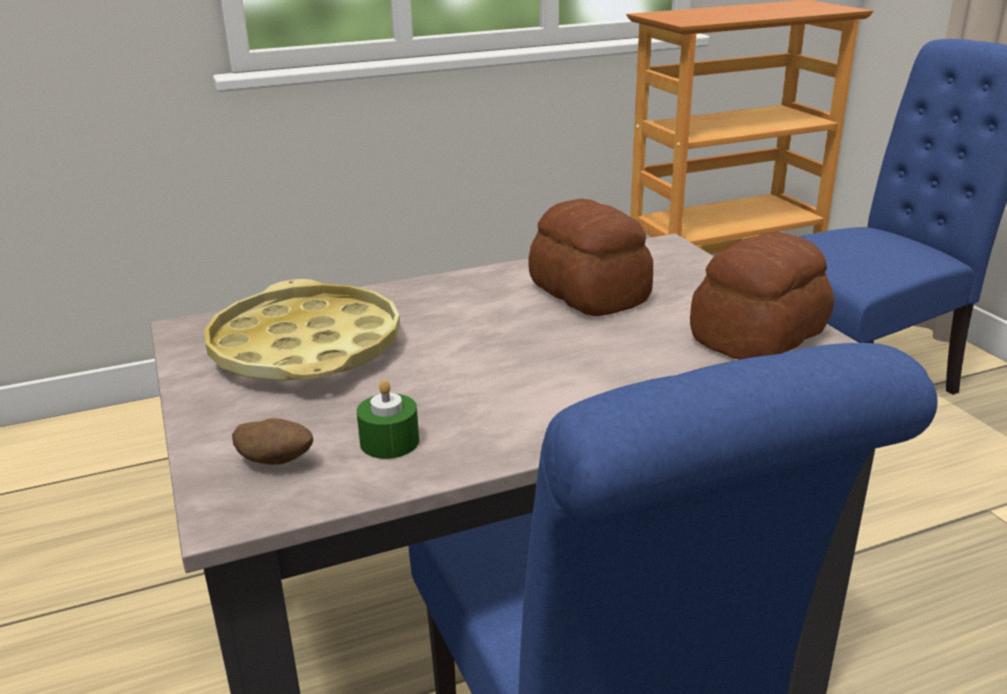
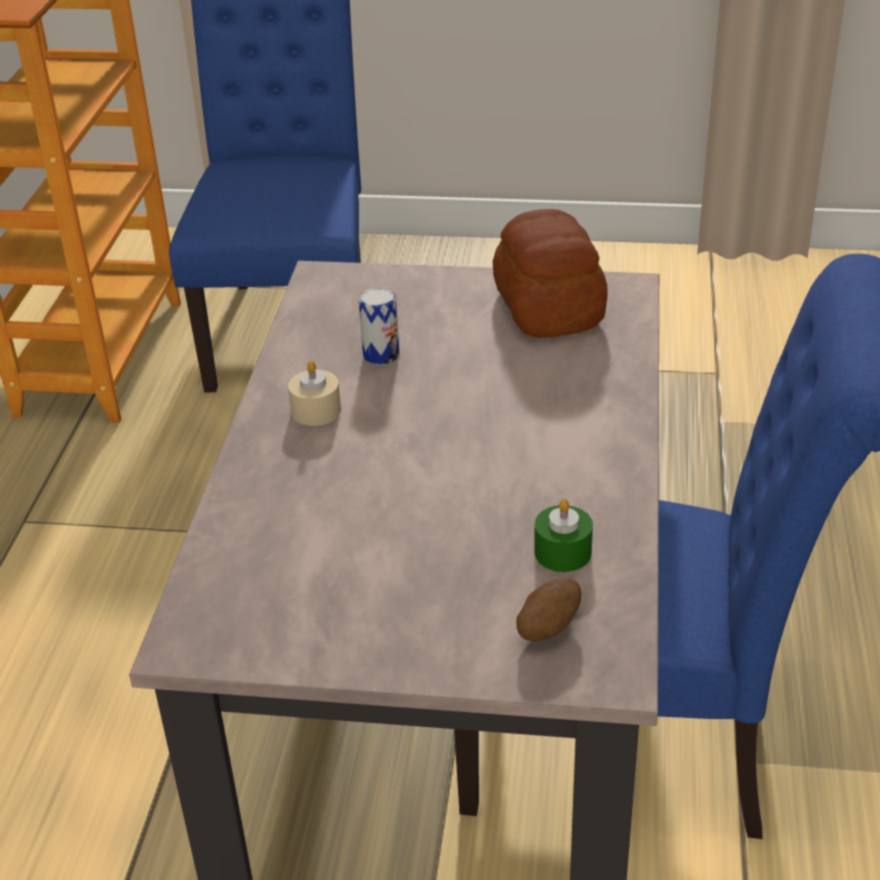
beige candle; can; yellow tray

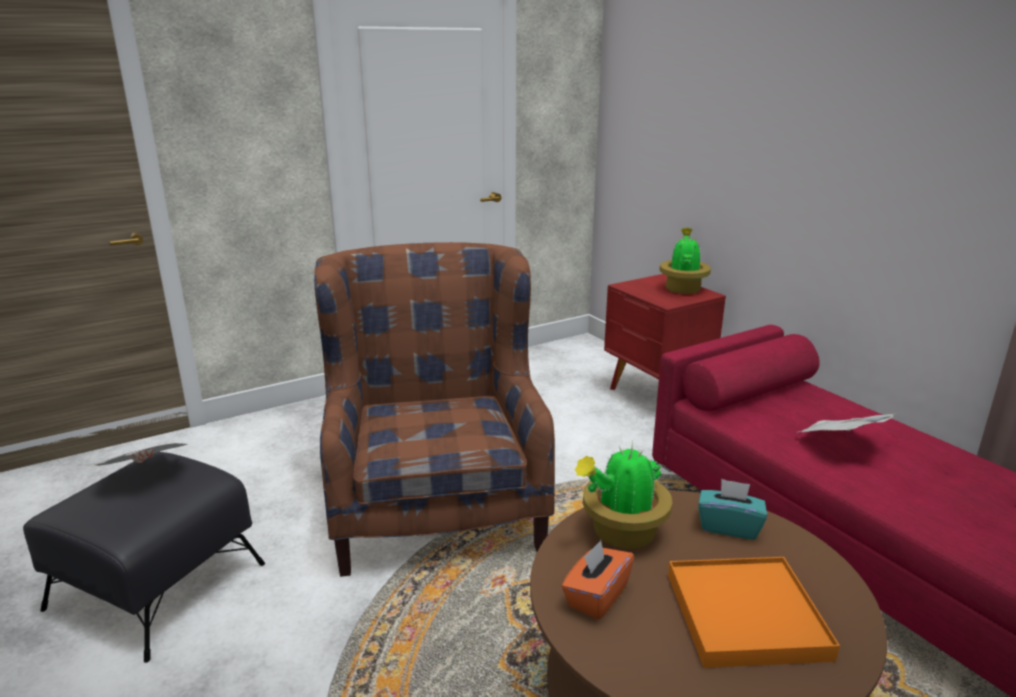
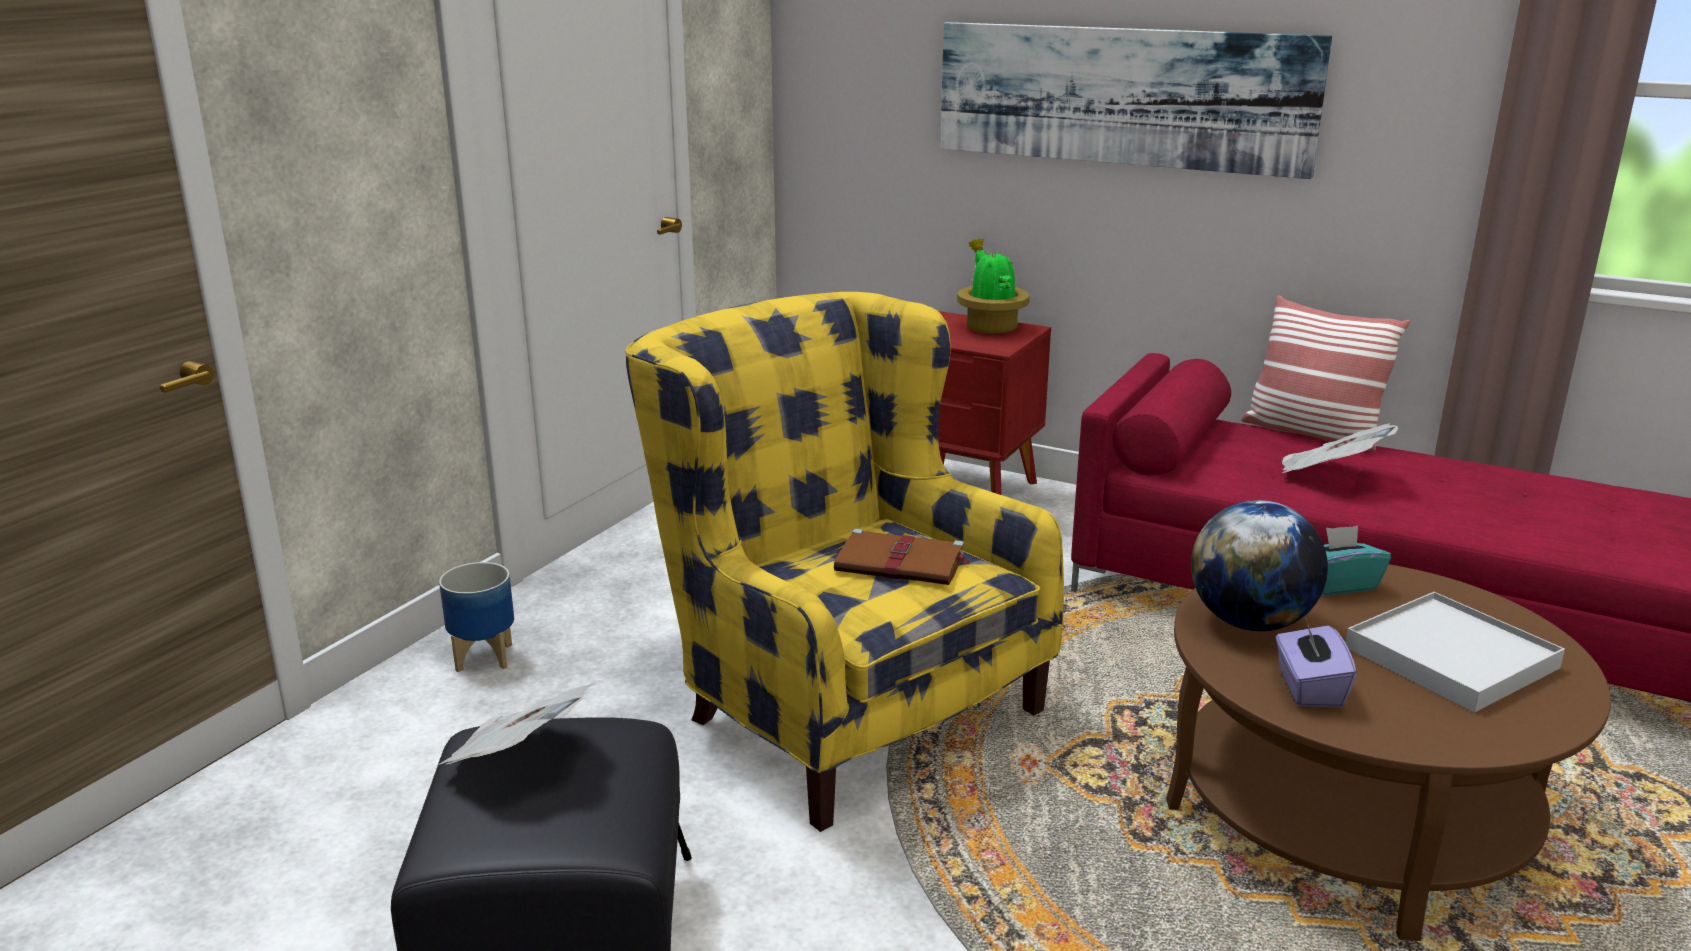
planter; yellow armchair; brown book; picture; globe; pillow; purple tissue box; white tray

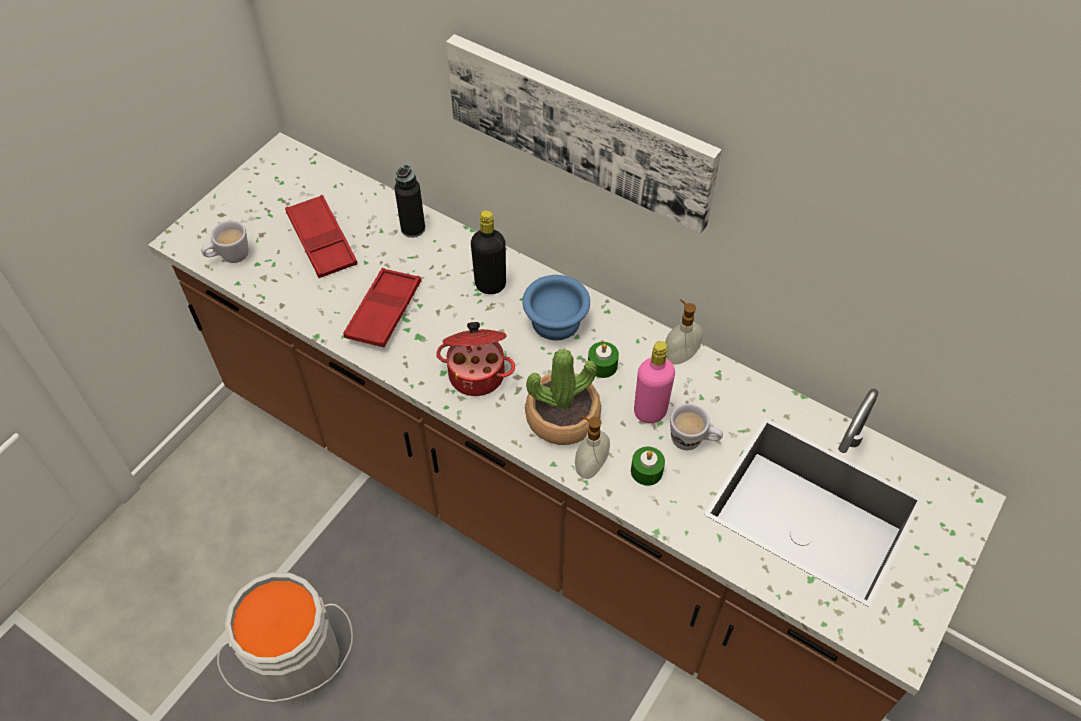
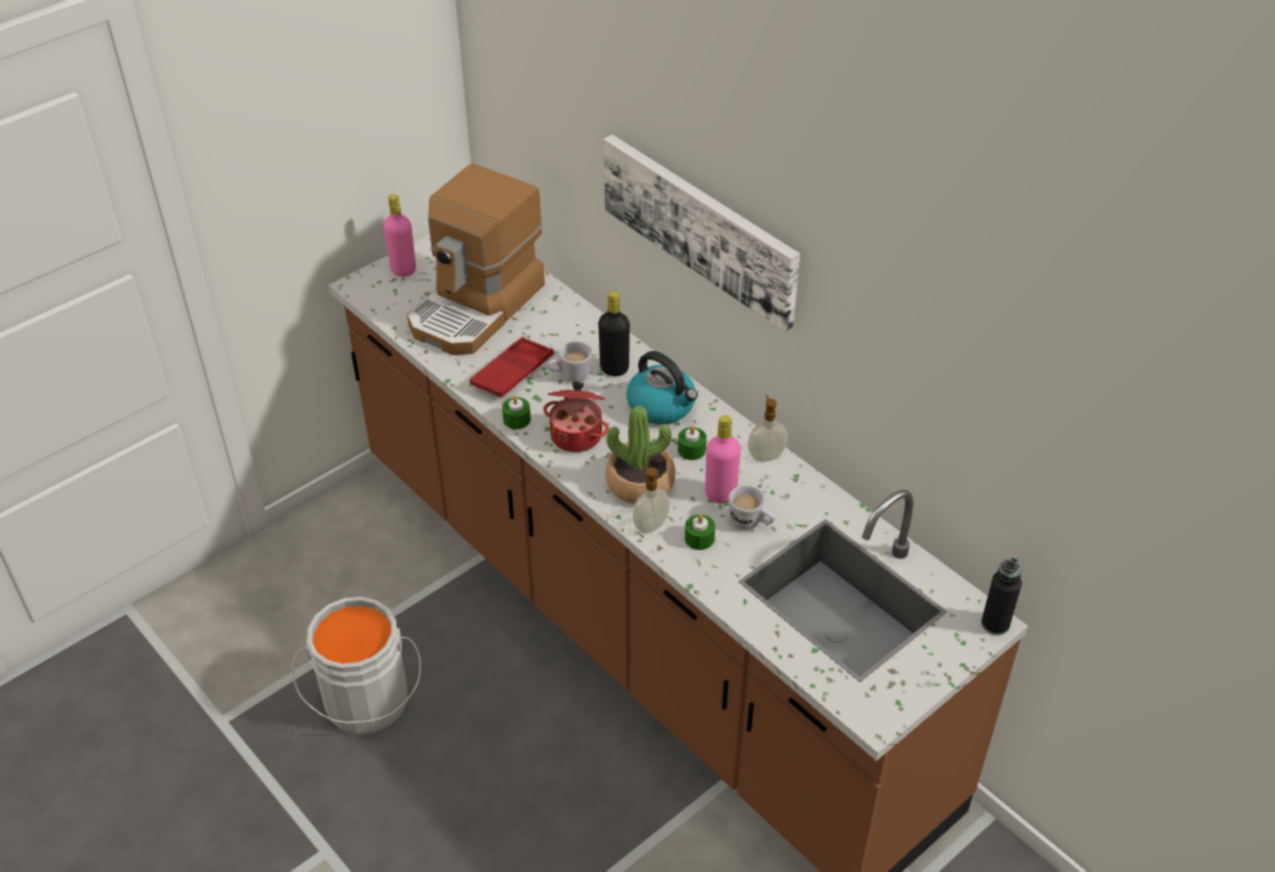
pink bottle (1st from left); coffee machine; green candle (1st from left); white mug (1st from left); kettle; black bottle (2nd from left)

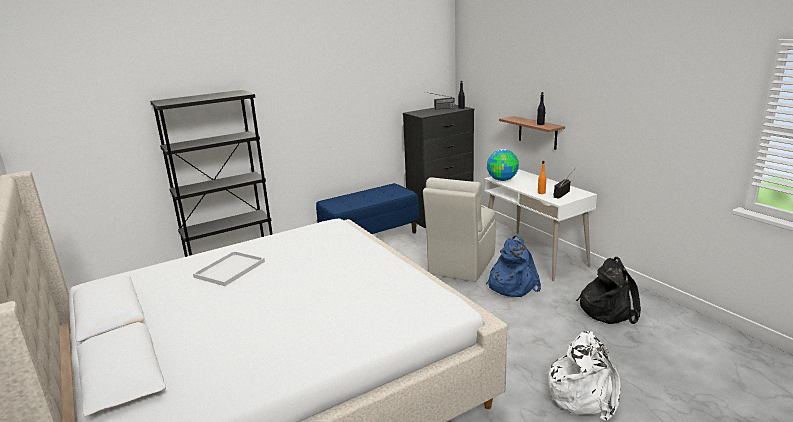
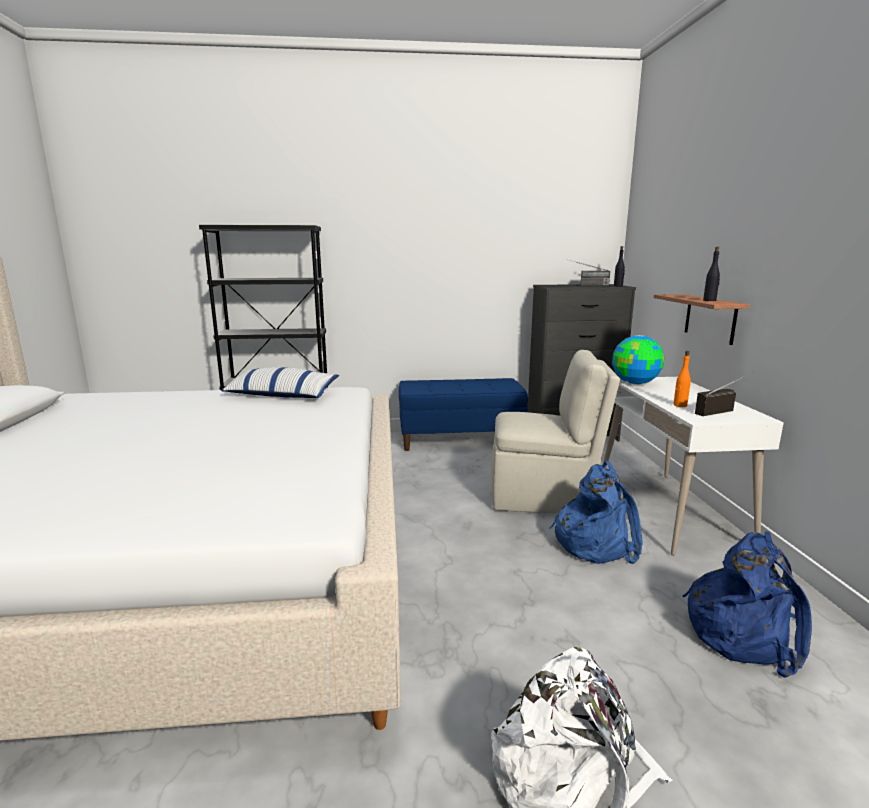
pillow; beige chair; blue backpack (2nd from left); white tray

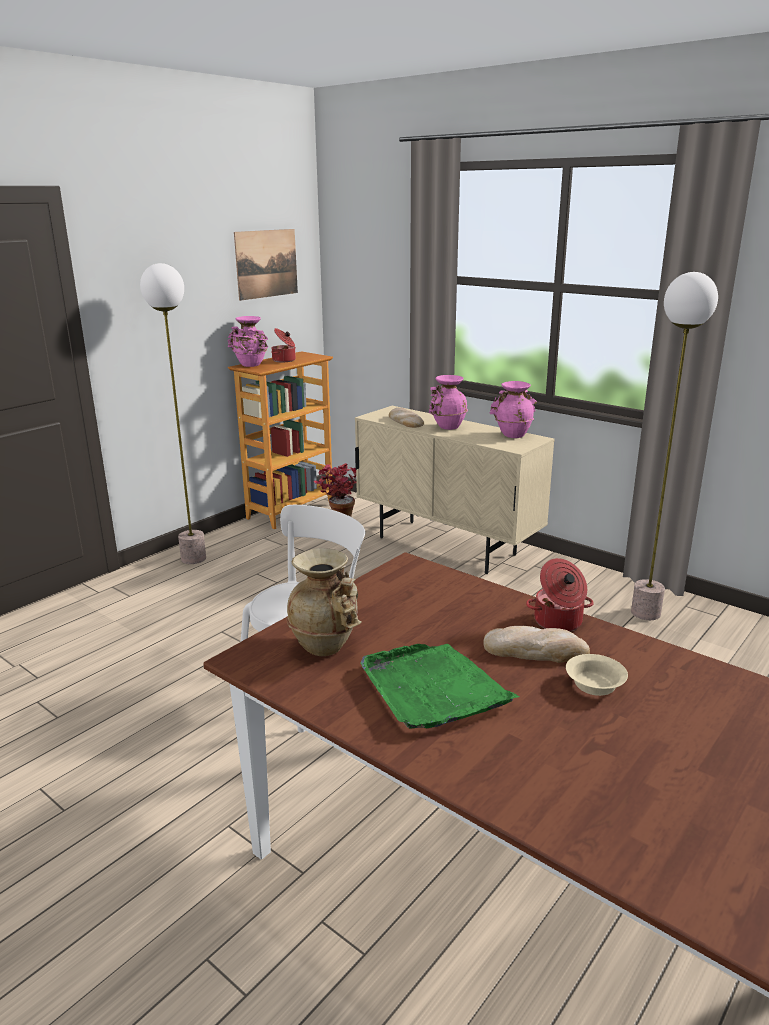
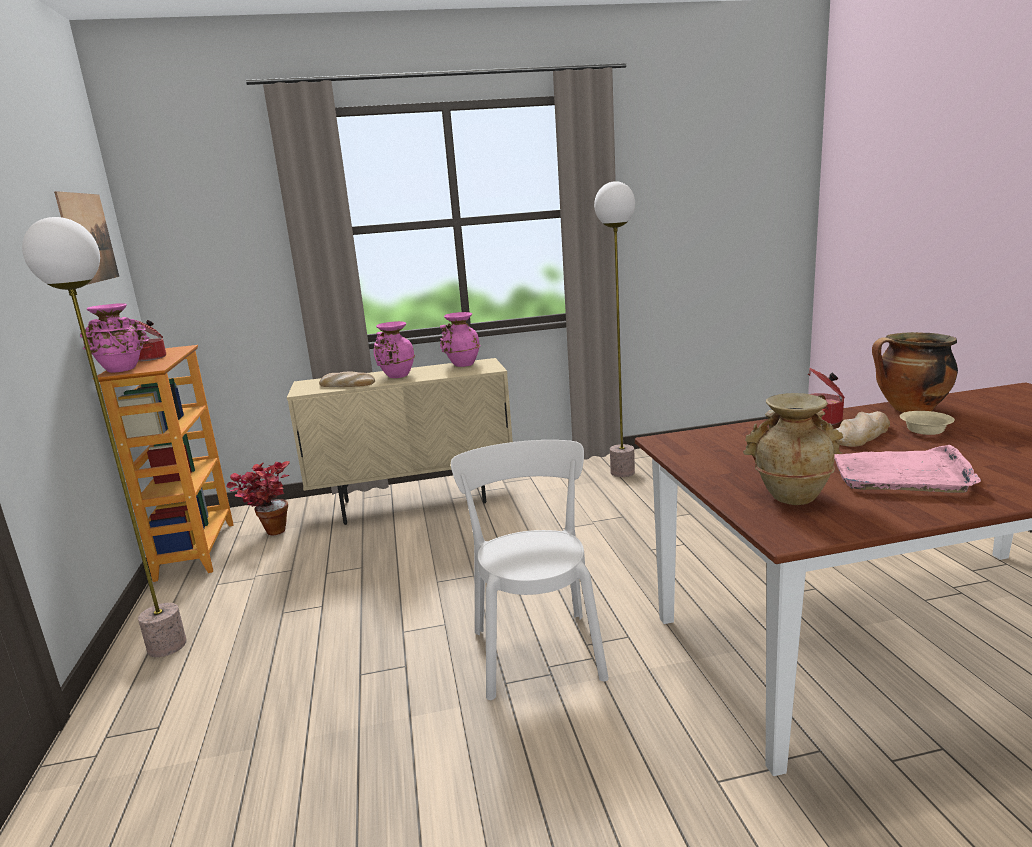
pink tray; cooking pot (3rd from left)

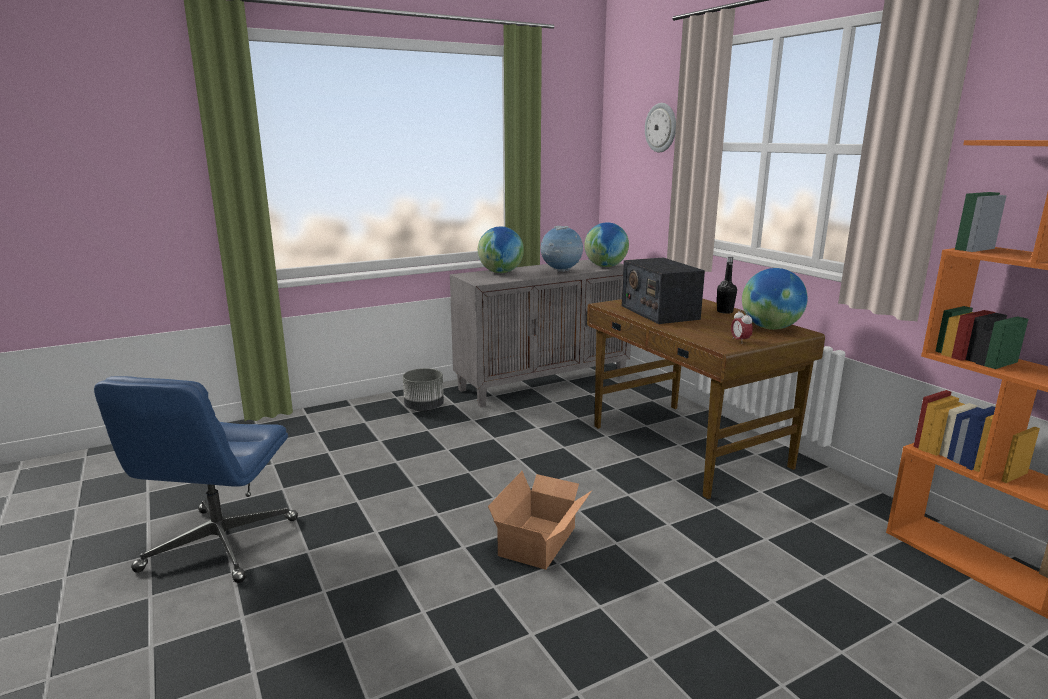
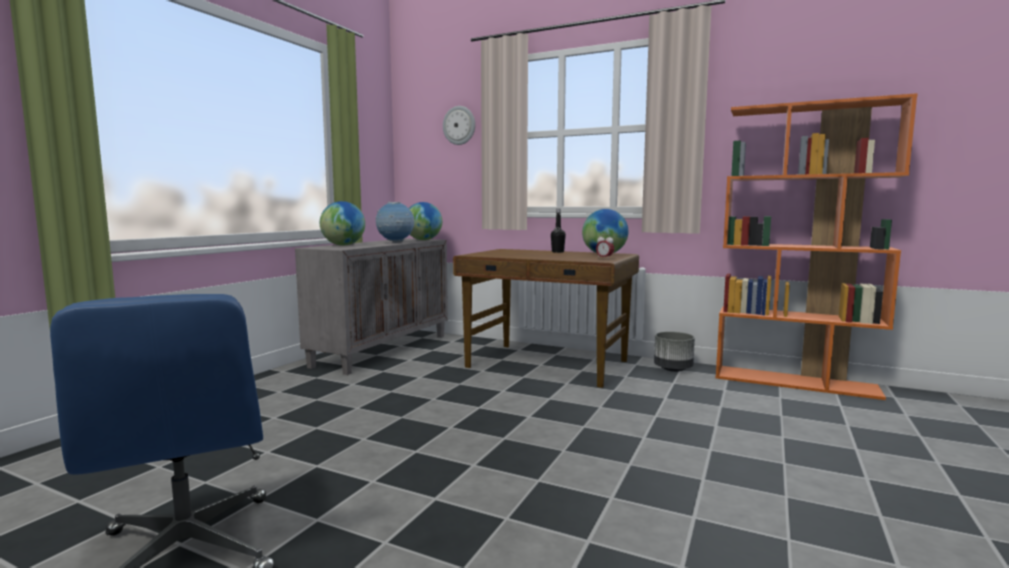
grey planter; cardboard box; radio

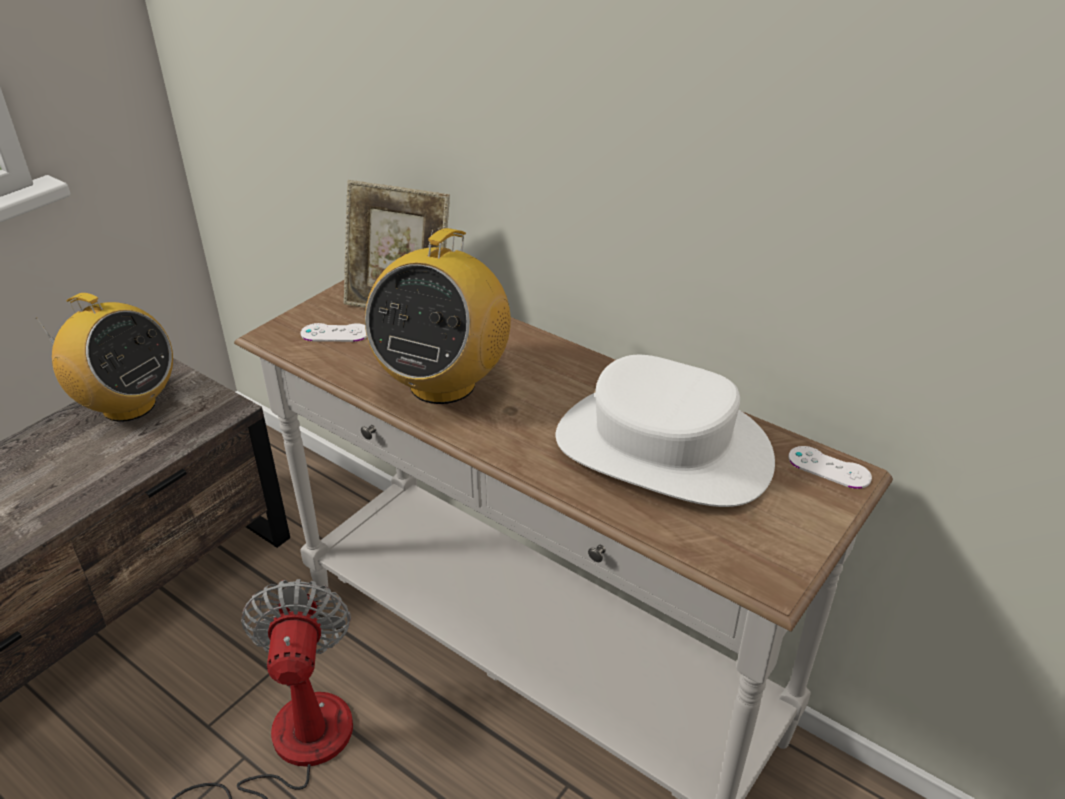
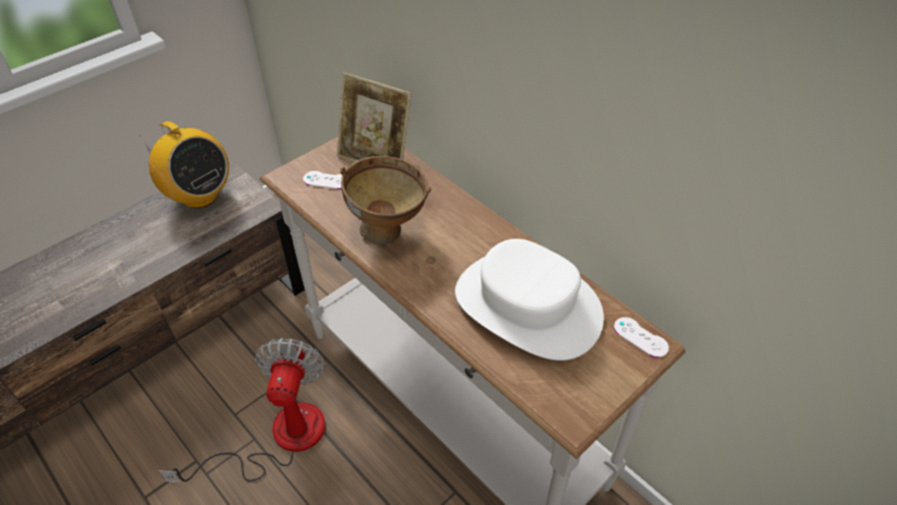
brown bowl

